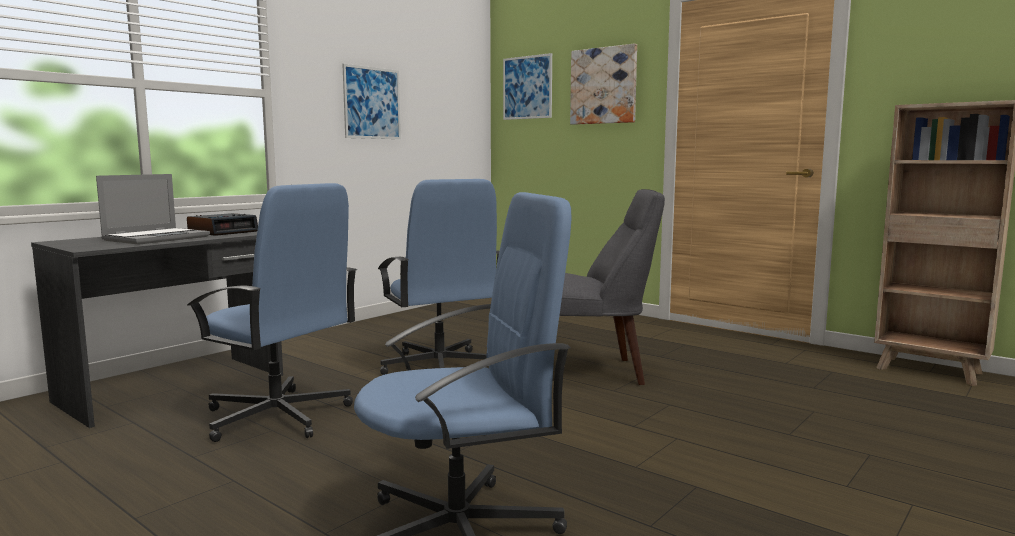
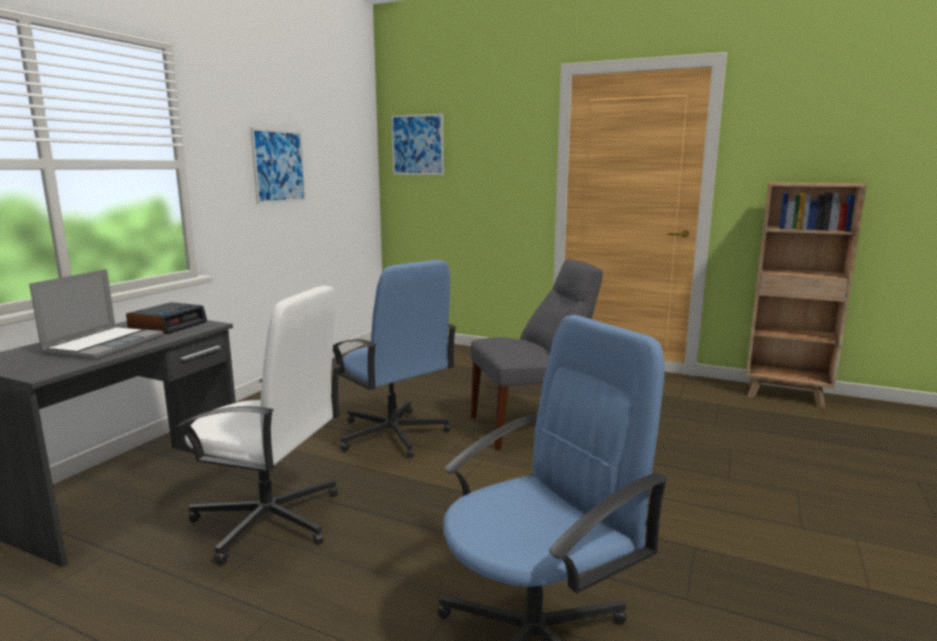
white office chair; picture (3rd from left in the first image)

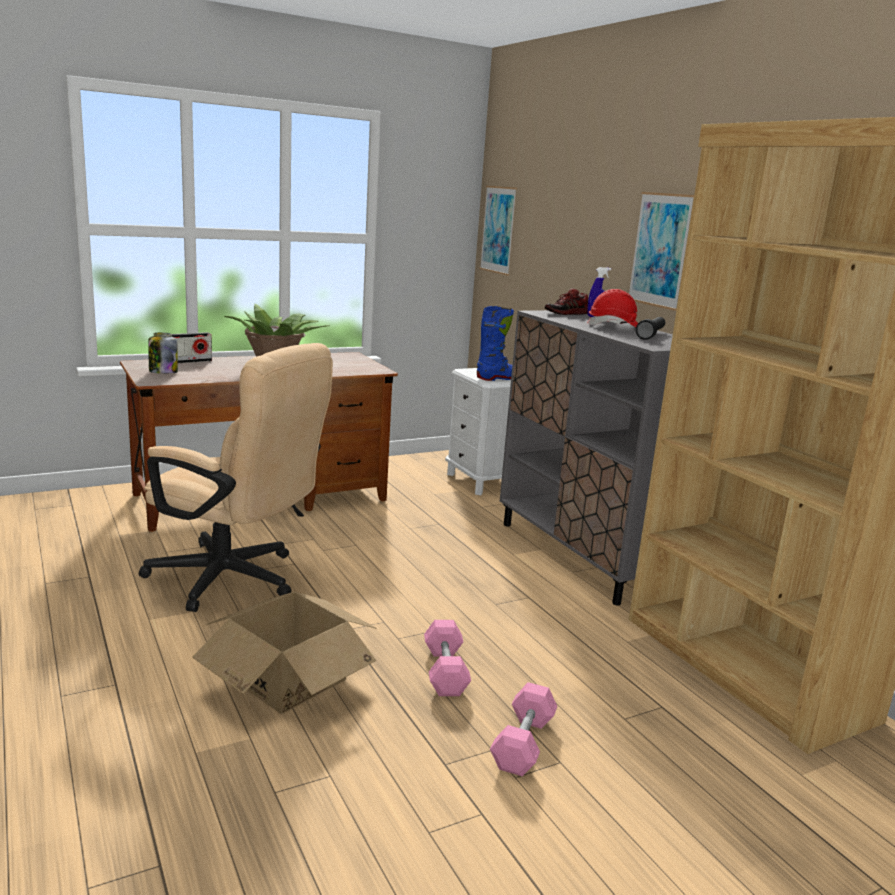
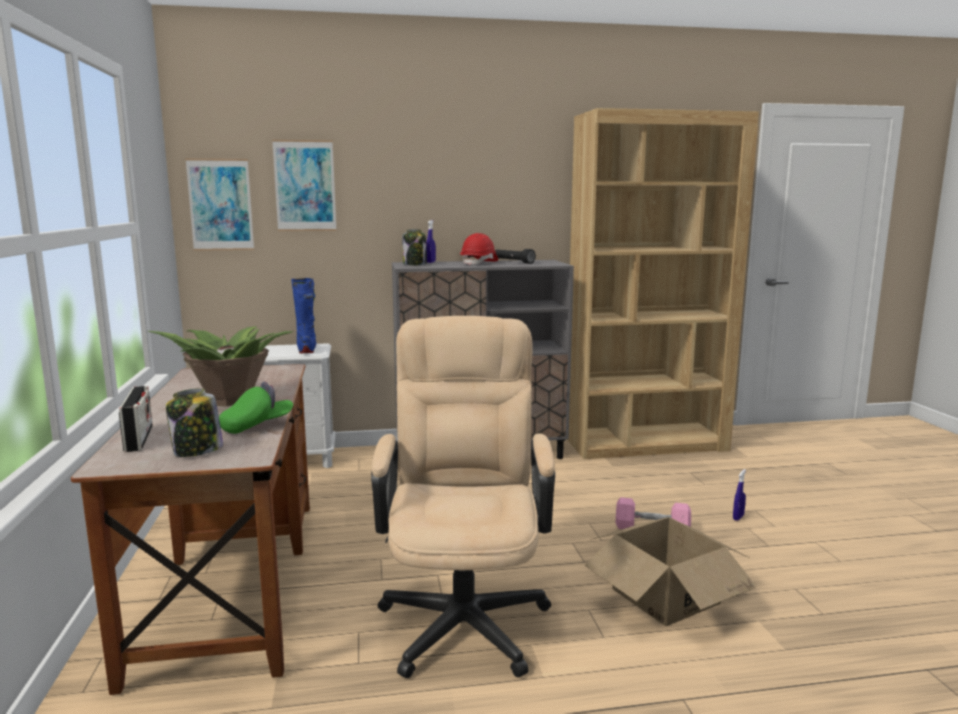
green cap; picture (2nd from left); beige office chair; jar (2nd from left); blue spray bottle (2nd from left)

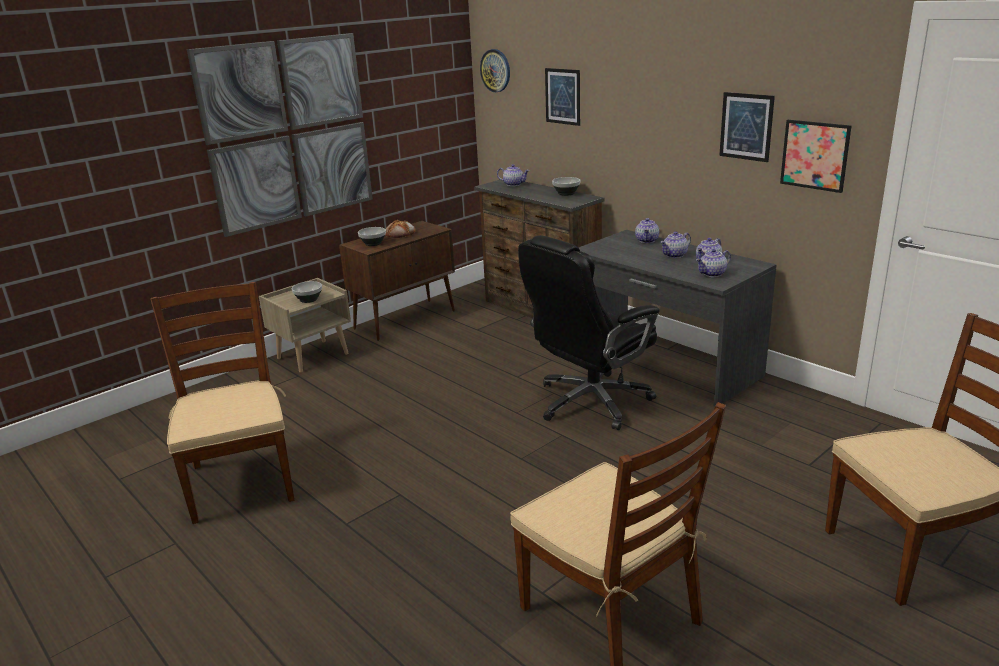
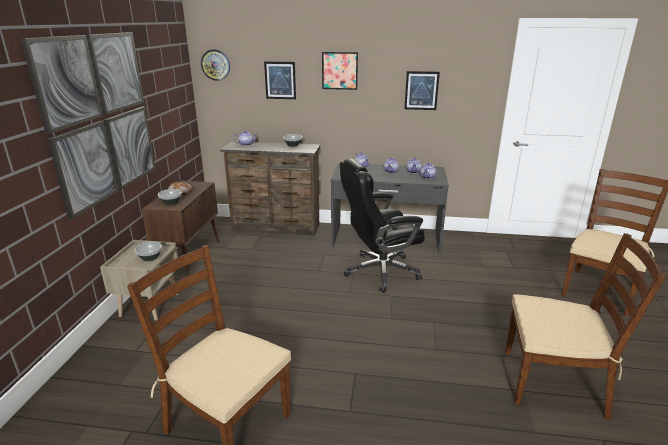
picture (3rd from left); black office chair

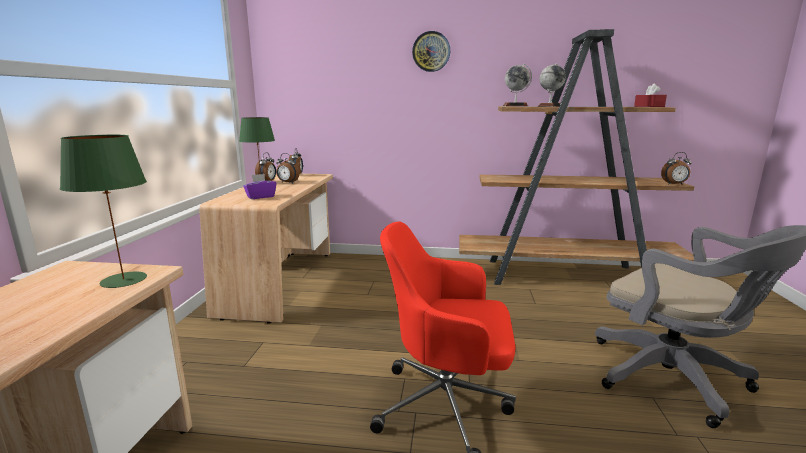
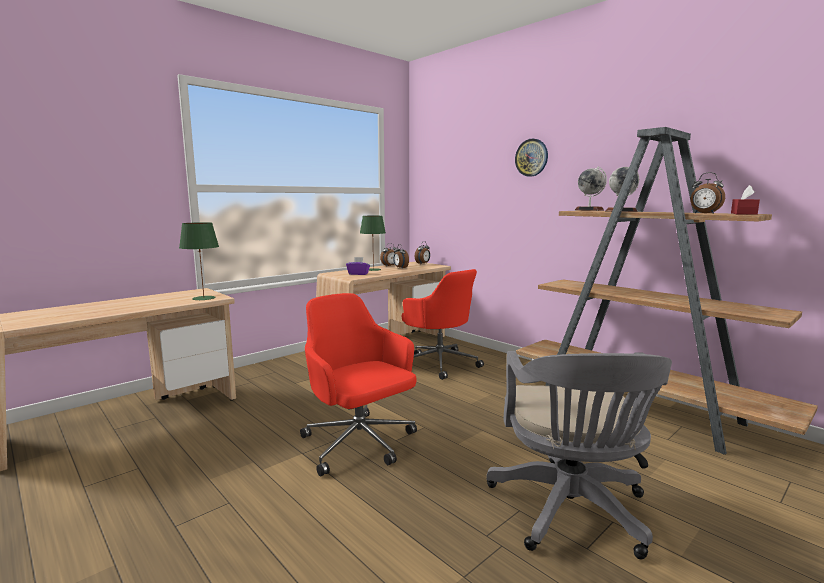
red office chair (2nd from left); alarm clock (4th from left)

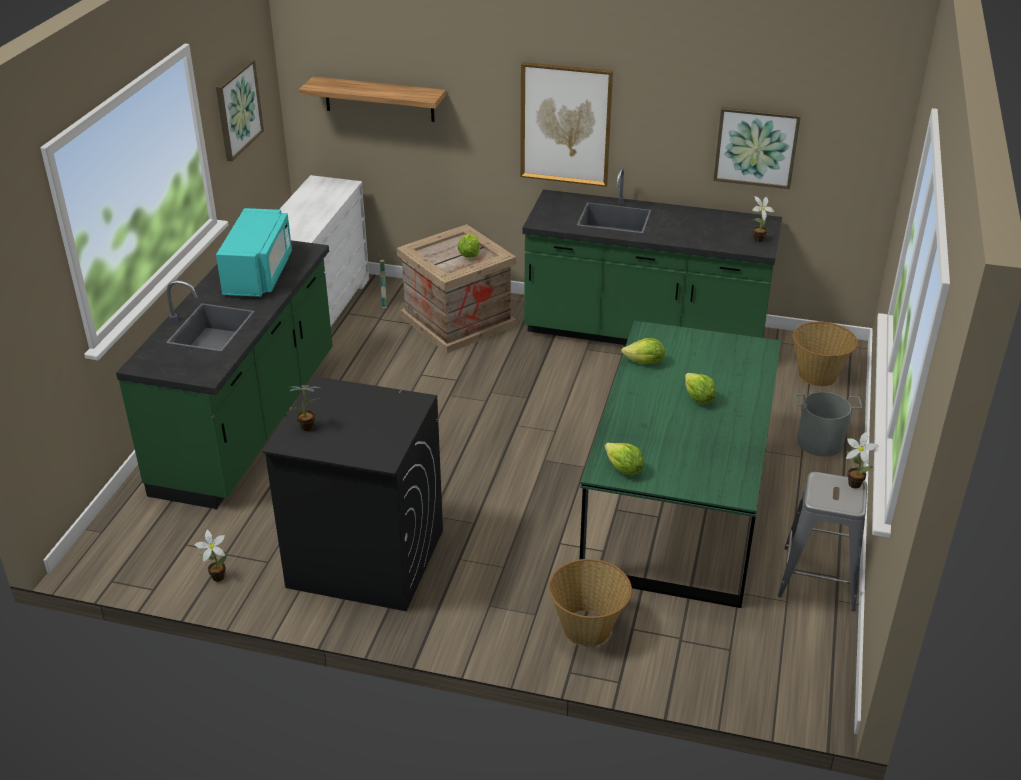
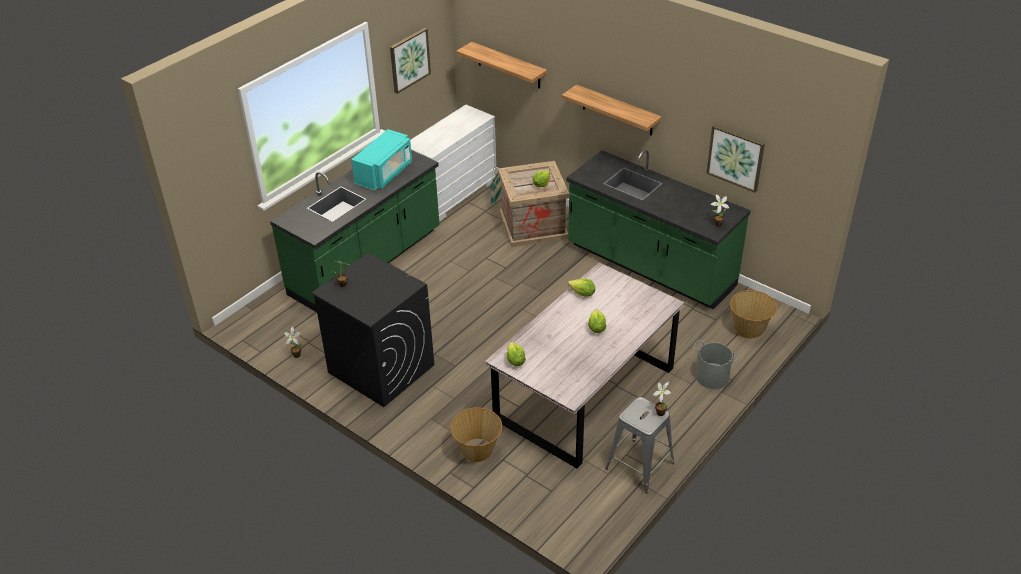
grey dining table; shelf (2nd from left)

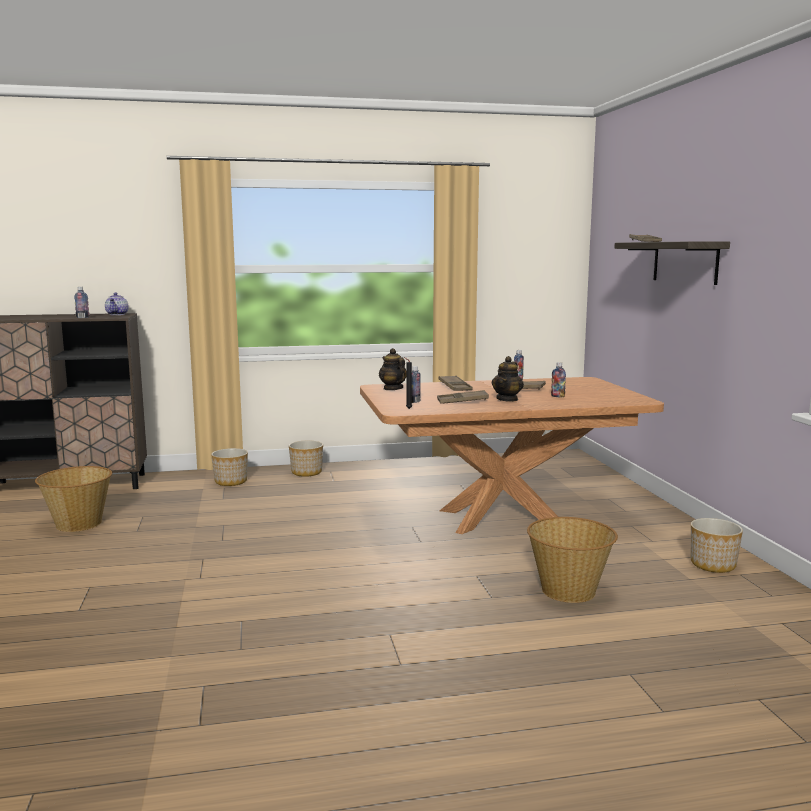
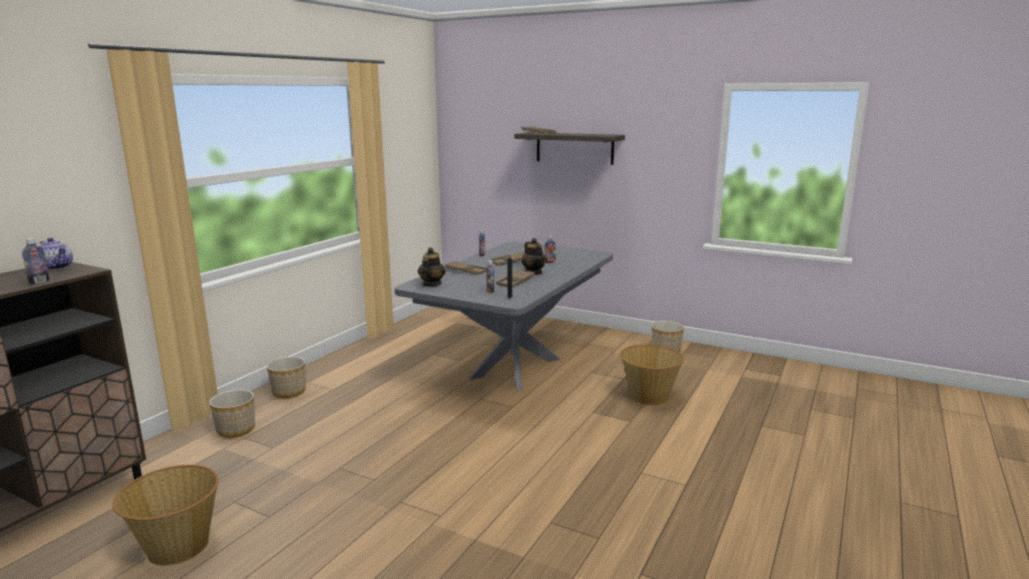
grey dining table; teapot (2nd from left)

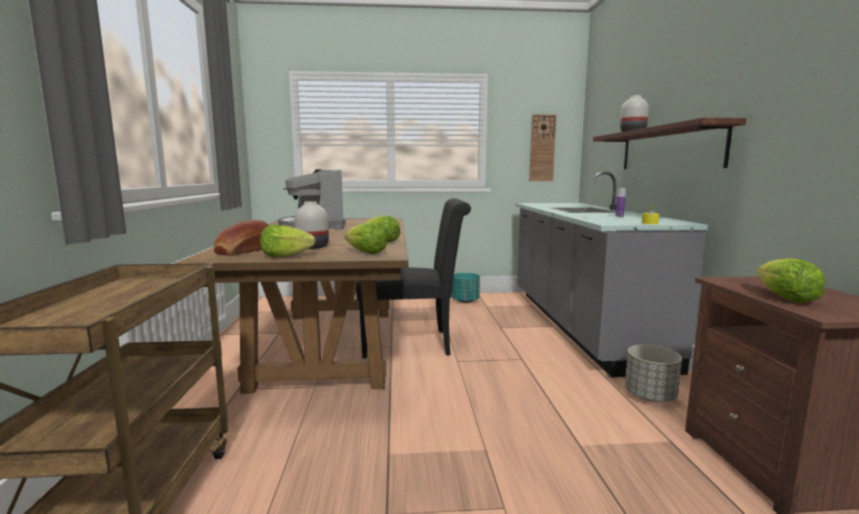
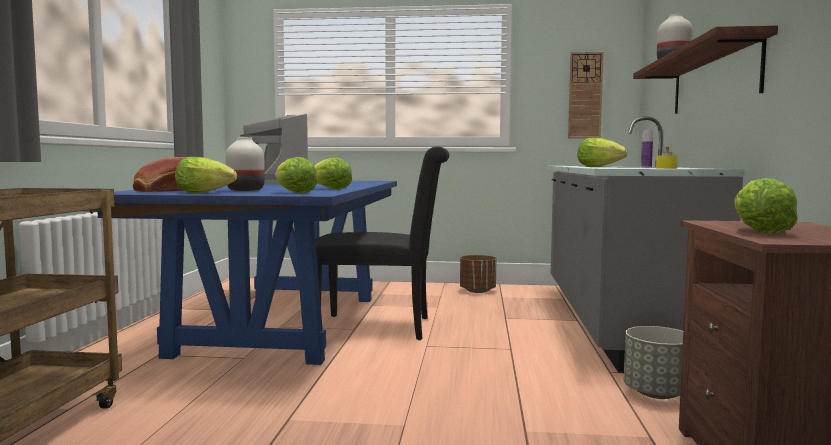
blue dining table; brown planter; lettuce (4th from left)

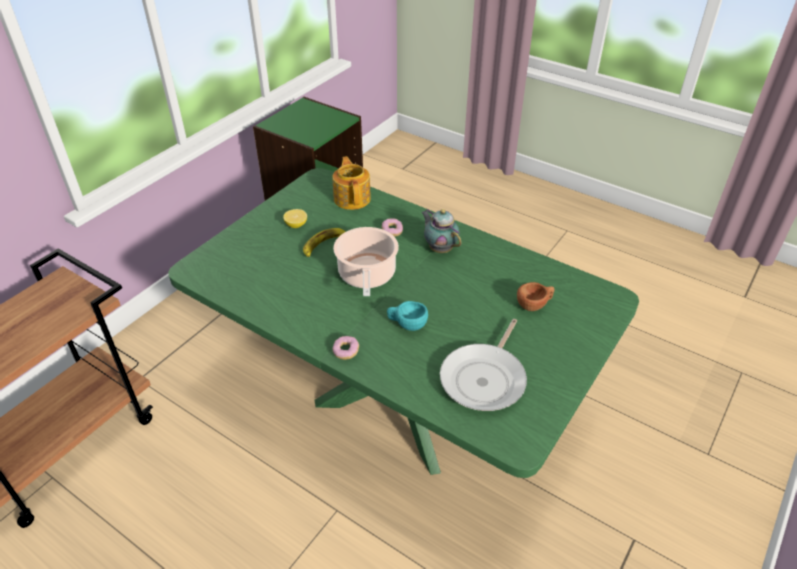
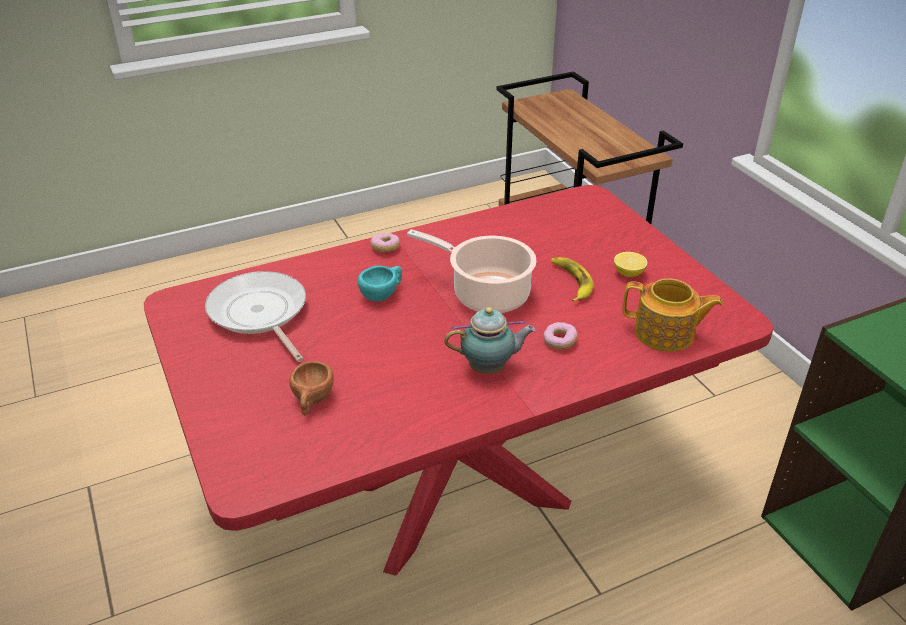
red dining table

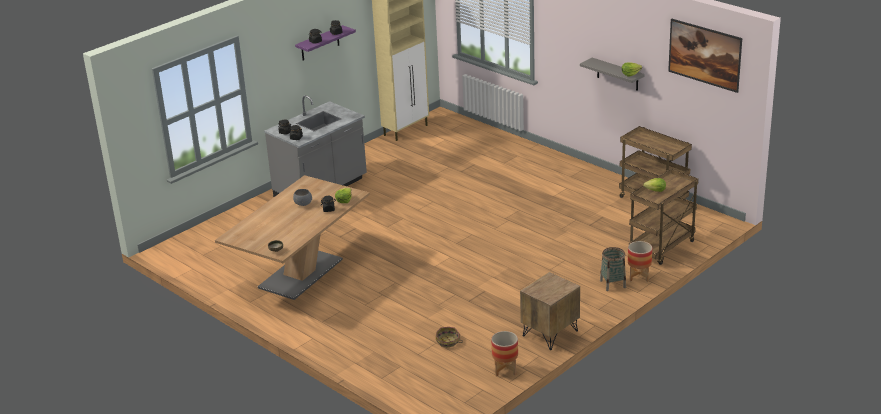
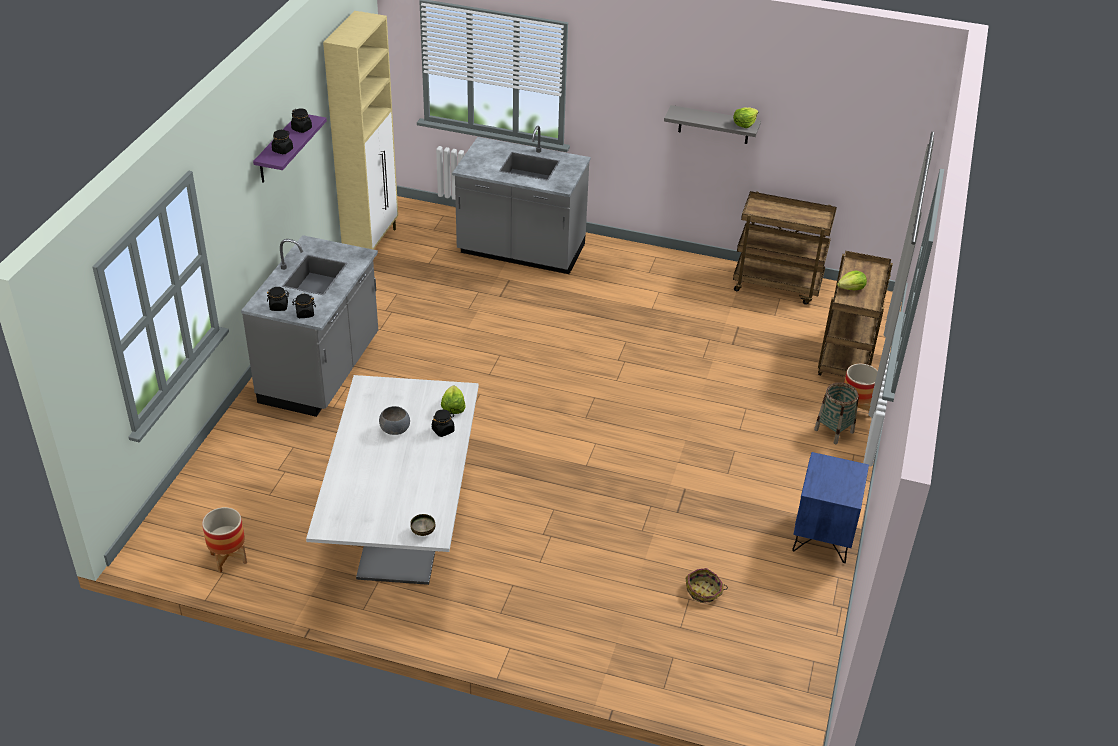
planter (1st from left); white dining table; grey counter (2nd from left); blue nightstand; picture

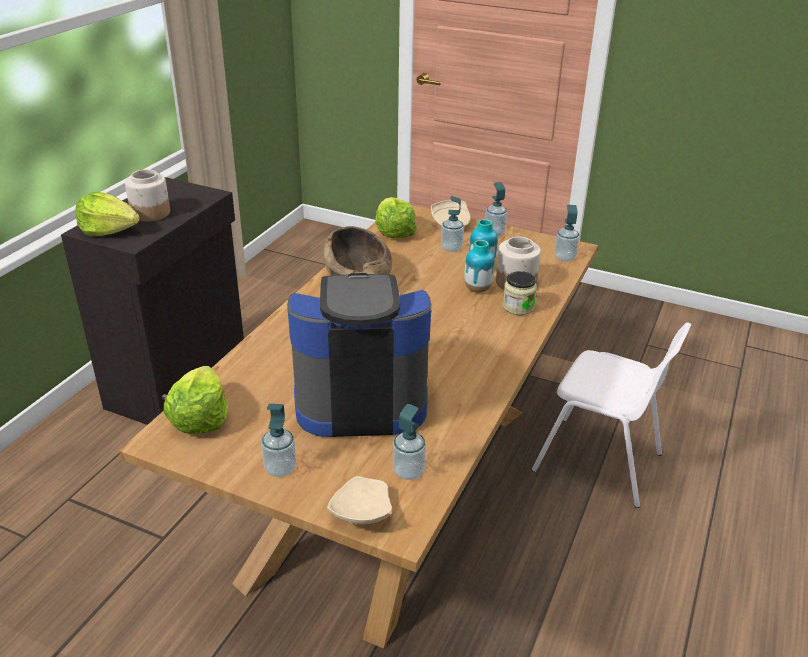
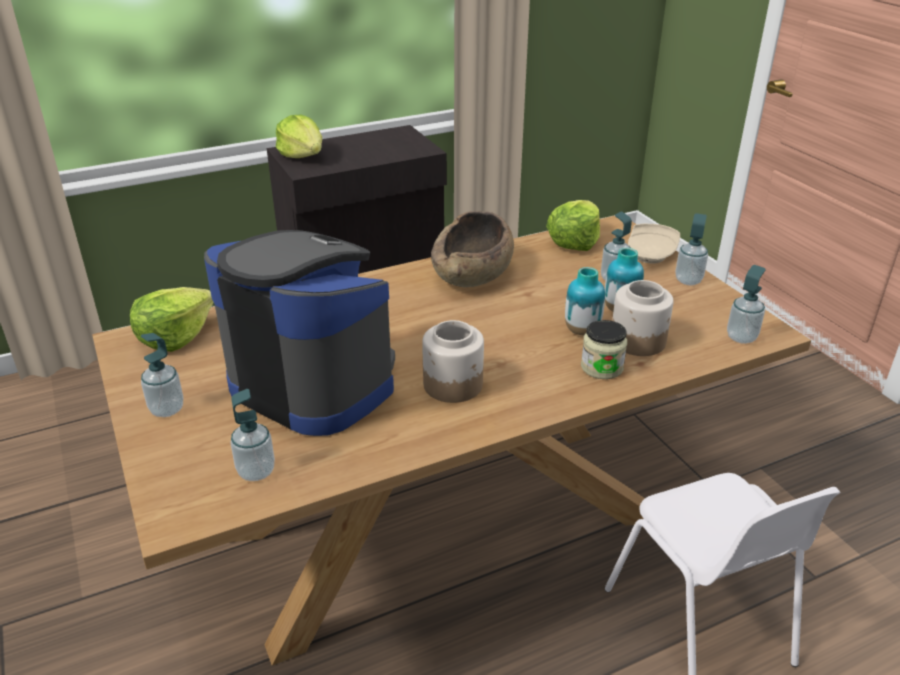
jar (1st from left); beige plate (1st from left in the first image)

